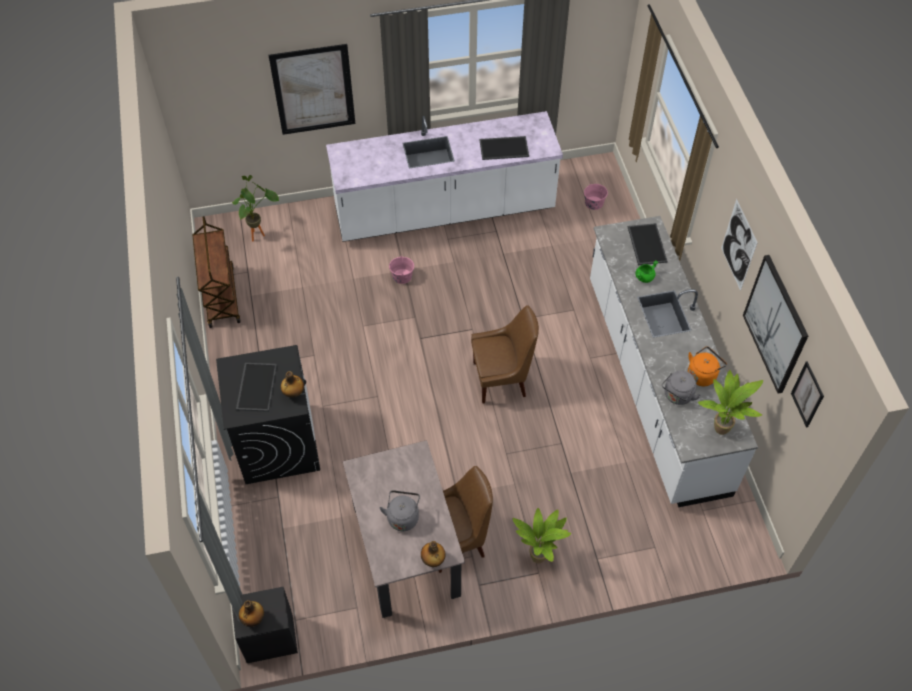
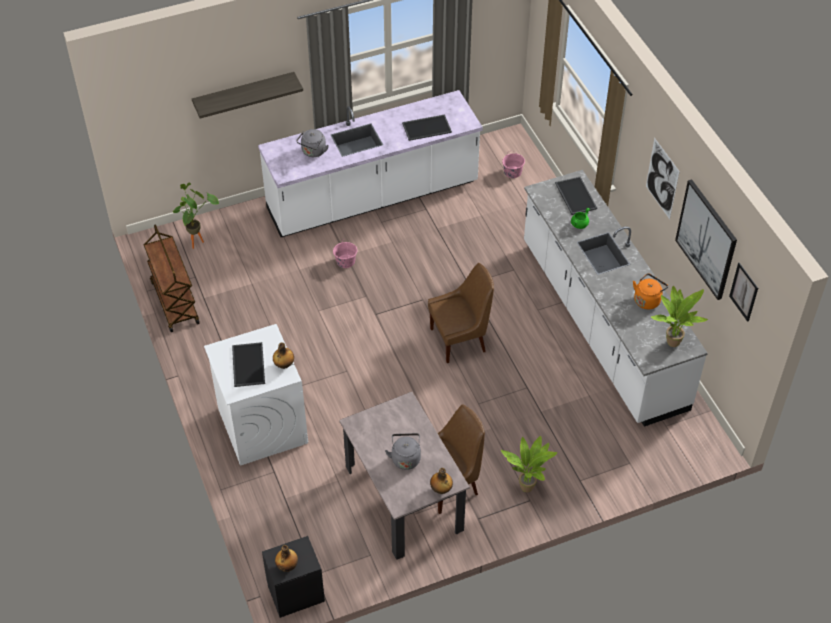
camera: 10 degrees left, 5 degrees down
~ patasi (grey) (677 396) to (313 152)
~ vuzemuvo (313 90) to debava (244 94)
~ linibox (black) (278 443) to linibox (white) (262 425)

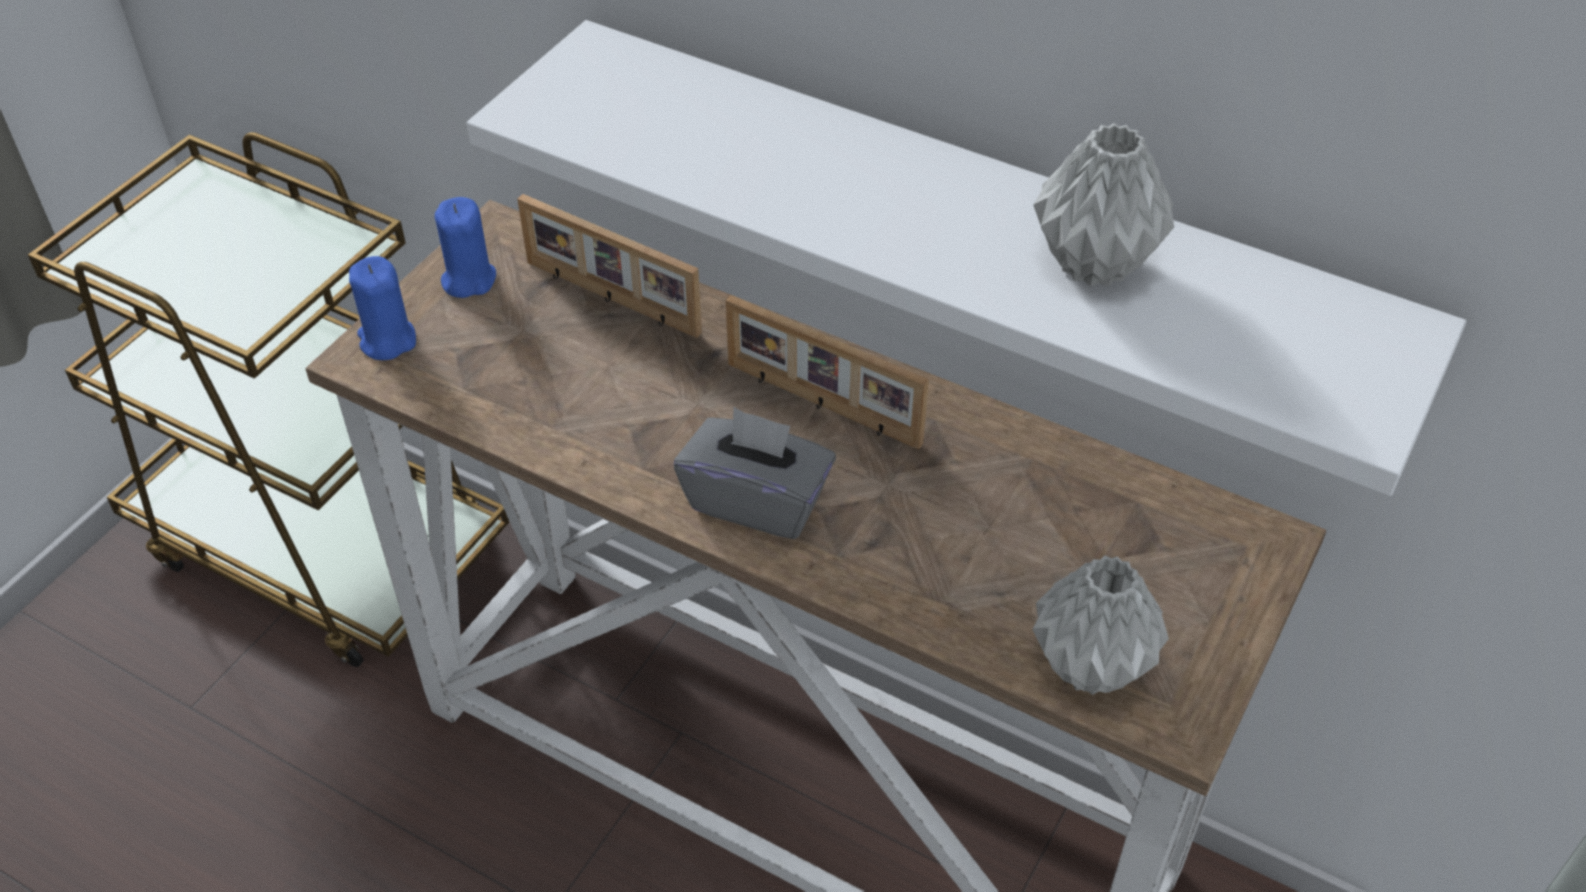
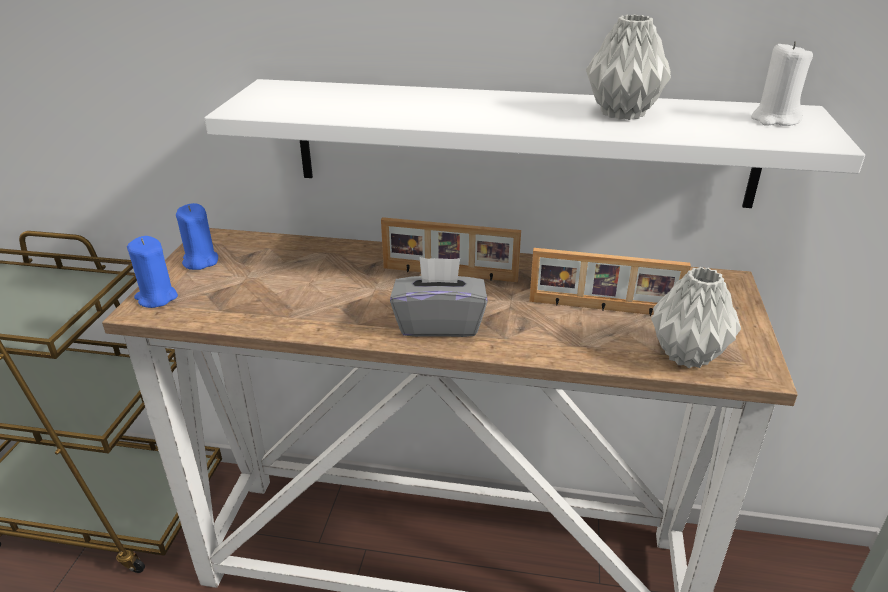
camera: 20 degrees left, 15 degrees down
+ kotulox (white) (774 119)
~ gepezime (610 299) to (603 309)

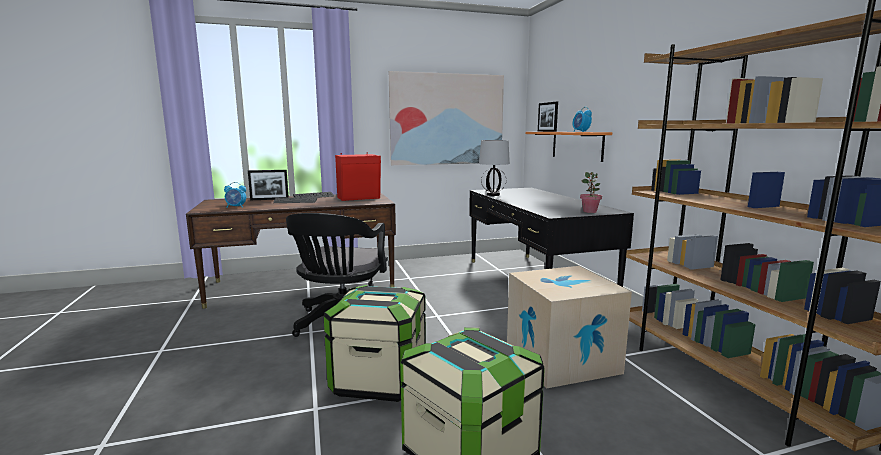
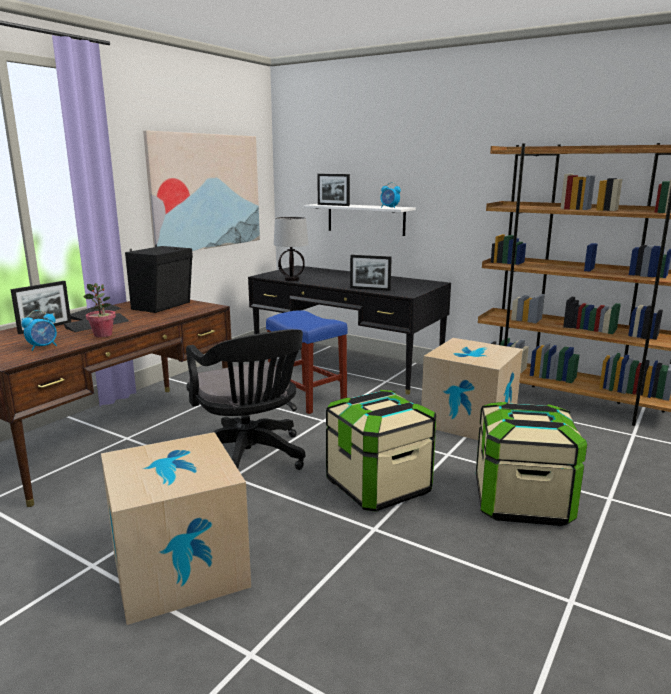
camera: 40 degrees left, 5 degrees up
+ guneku (179 568)
+ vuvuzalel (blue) (306 397)
+ gepezime (370 289)
~ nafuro (590 211) to (103 335)
~ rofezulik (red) (360 198) to rofezulik (black) (164 306)
~ debava (orange) (577 145) to debava (white) (365 219)

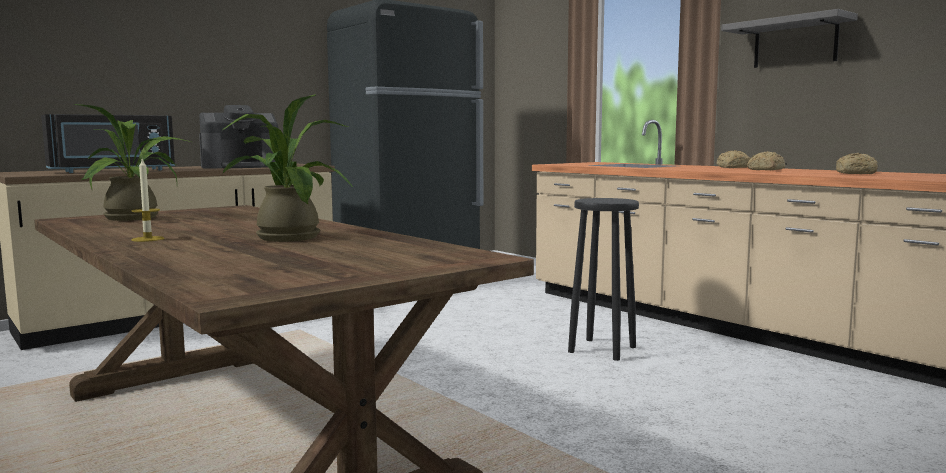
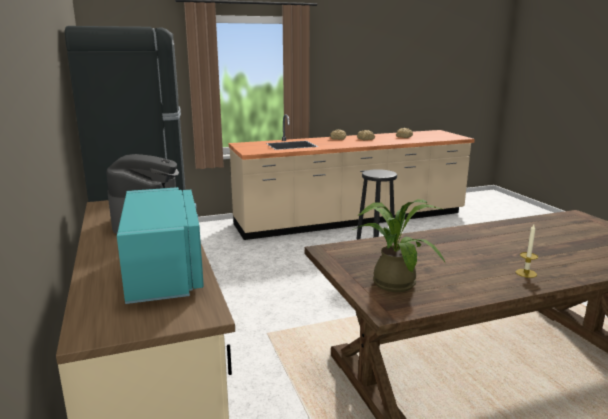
camera: 70 degrees left, 10 degrees up
- nafuro (286 236)
- debava (grey) (795 43)
~ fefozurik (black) (113 171) to fefozurik (turquoise) (166 272)

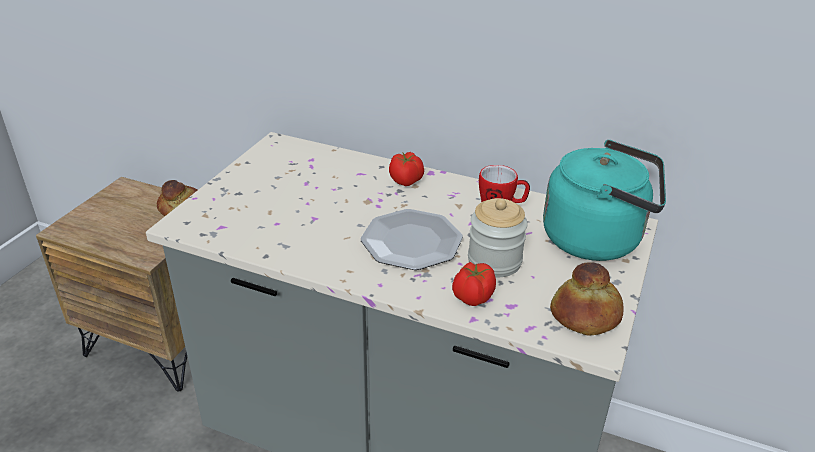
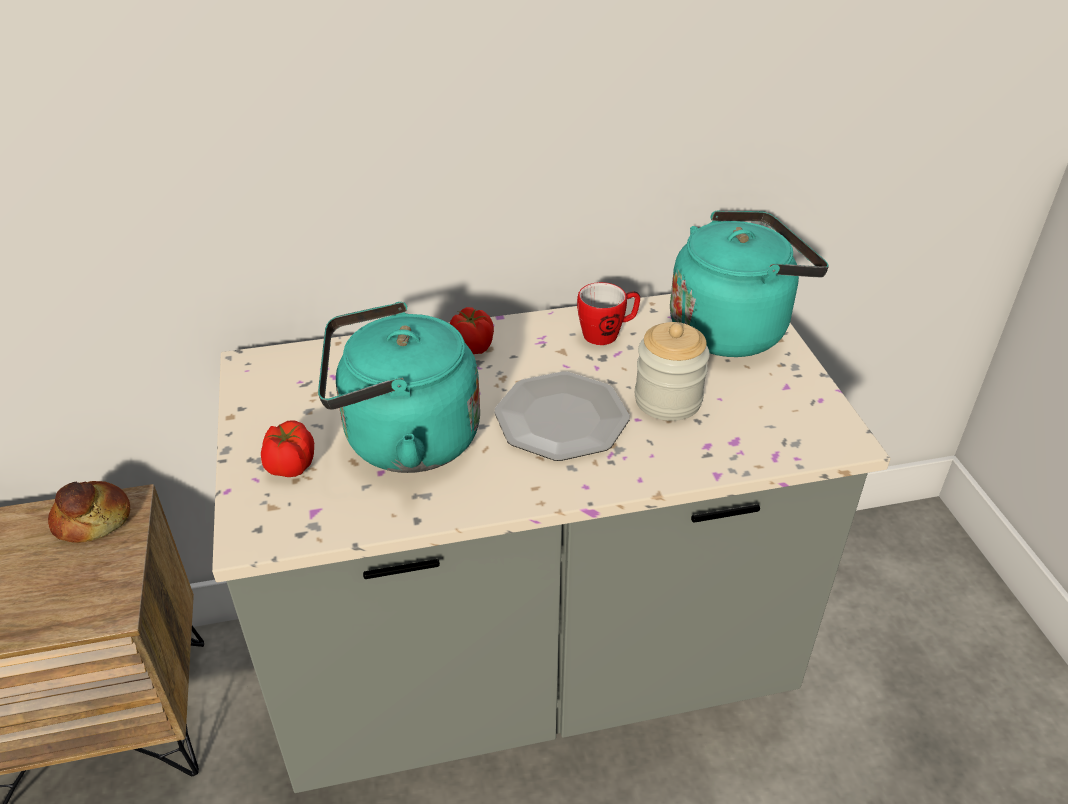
camera: 35 degrees left, 5 degrees up
- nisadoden (586 315)
+ patasi (turquoise) (403 440)
~ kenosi (472 297) to (290 466)

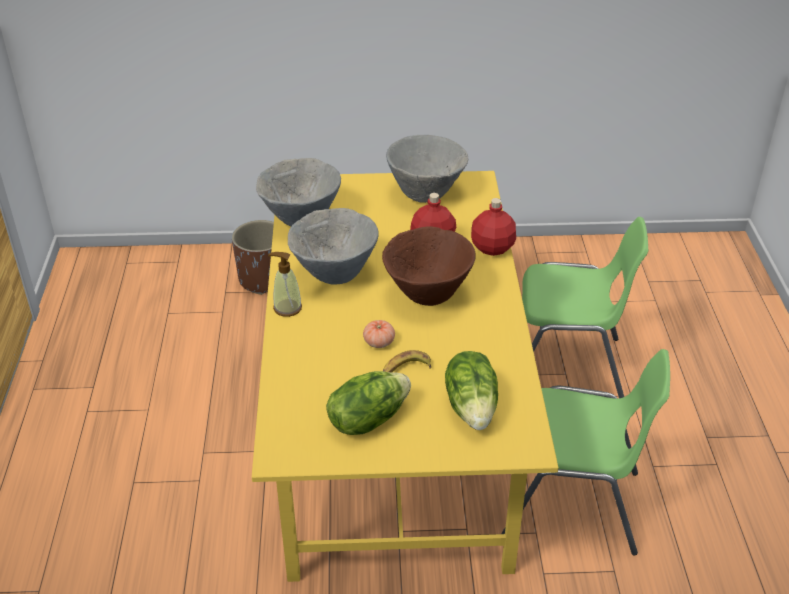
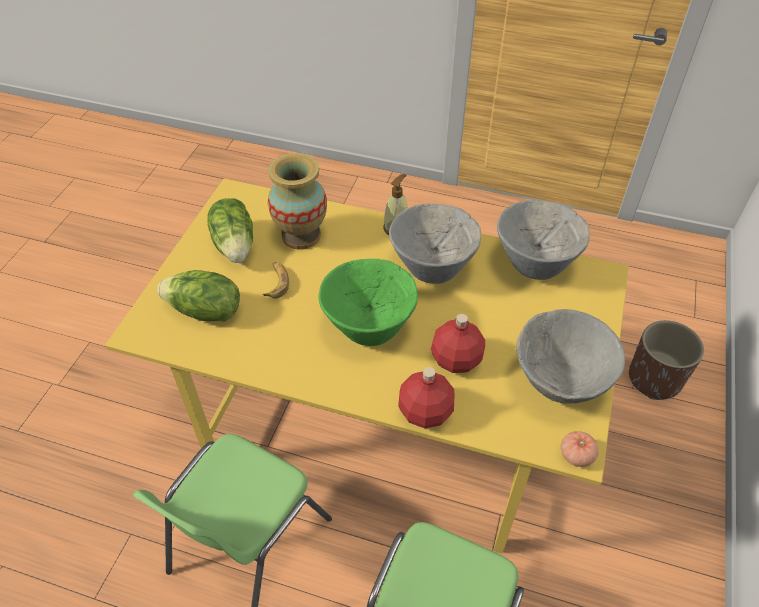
camera: 110 degrees right, 10 degrees up
+ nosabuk (301 235)
~ kenosi (379 342) to (576 455)
~ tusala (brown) (427 295) to tusala (green) (368 328)

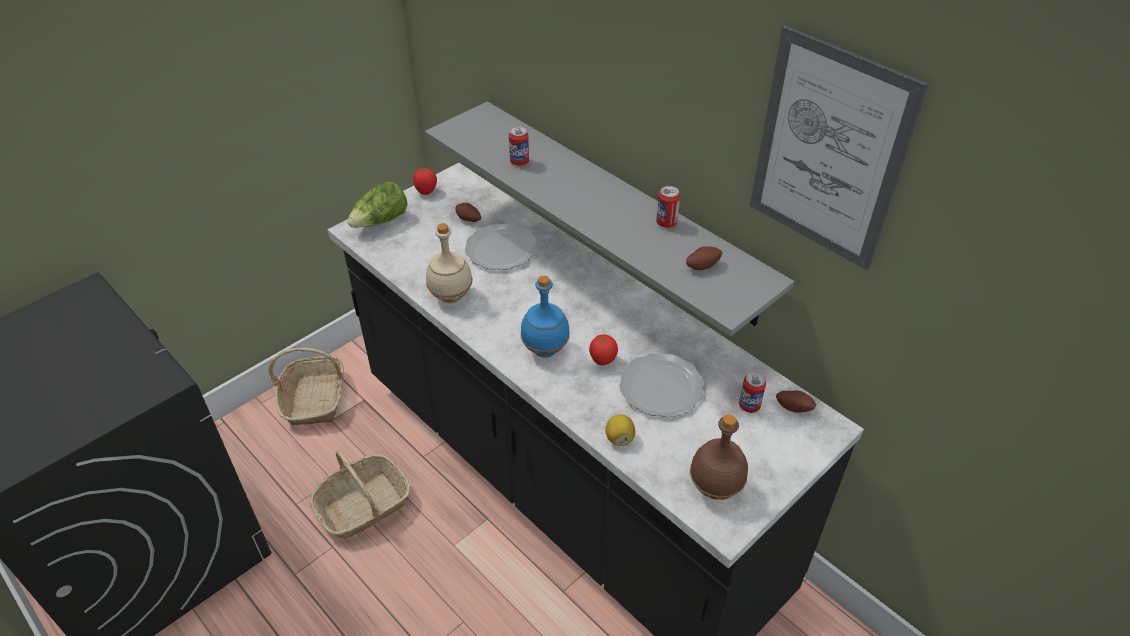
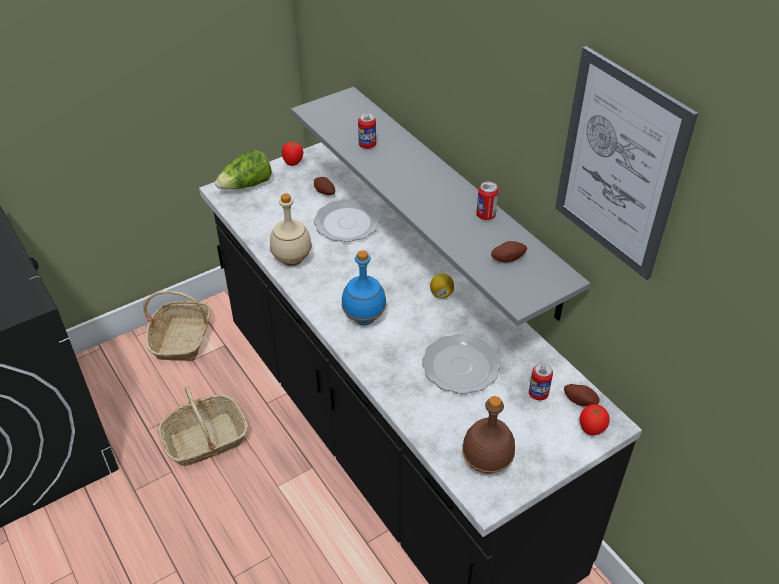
camera: 10 degrees right, 0 degrees up
~ kenosi (602 361) to (591 430)
~ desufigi (619 438) to (441 293)

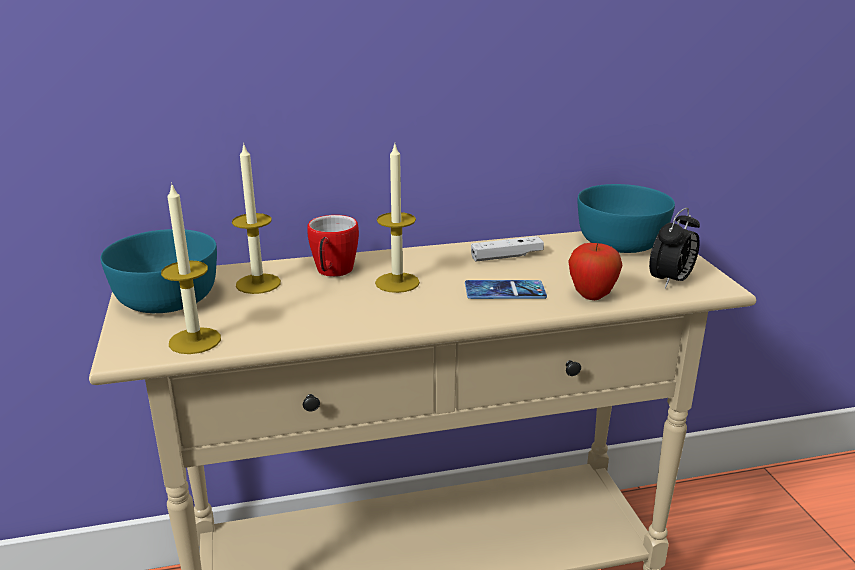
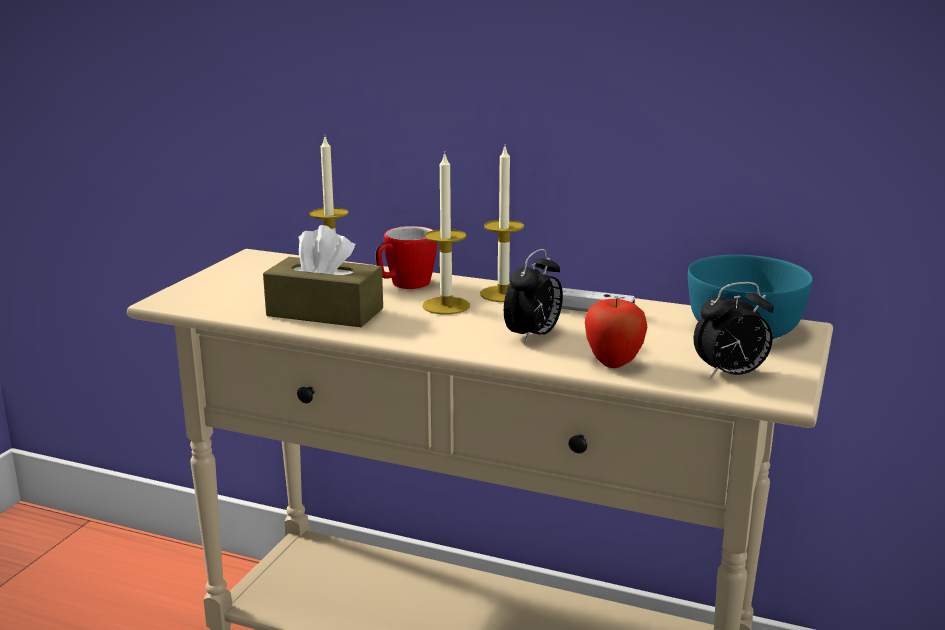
camera: 35 degrees right, 5 degrees down
- tusala (turquoise) (165 299)
+ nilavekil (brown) (325 312)
~ kotulox (195 341) to (503 294)
~ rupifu (505 291) to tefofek (533 337)

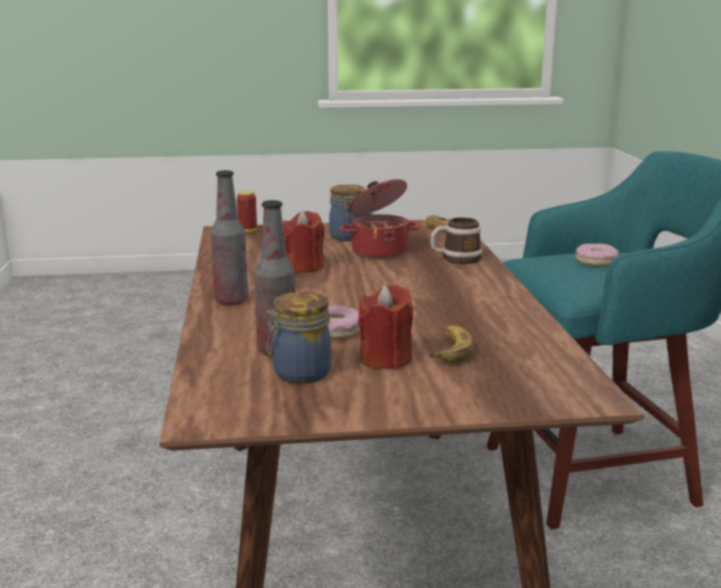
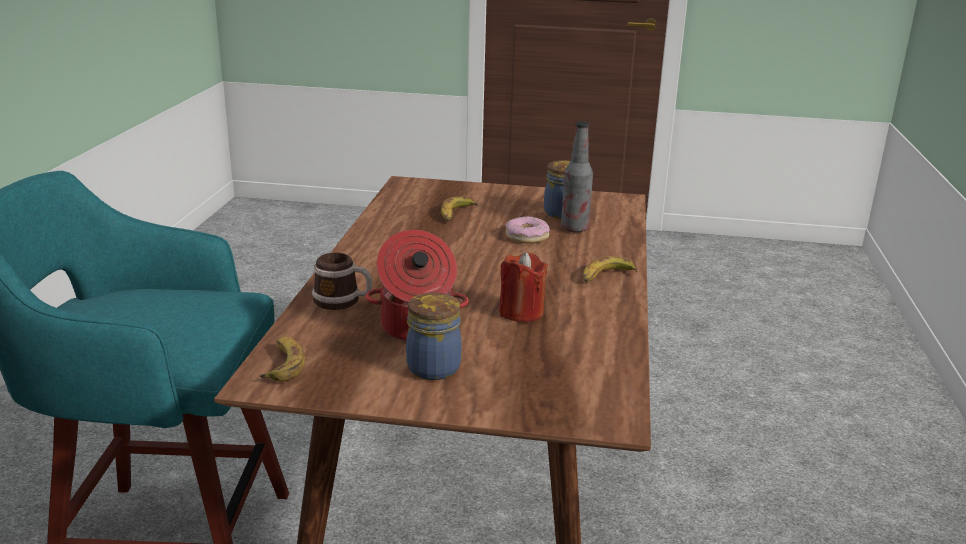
camera: 165 degrees left, 5 degrees up
- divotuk (247 231)
- kotulox (red) (385 359)
- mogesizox (595 261)
~ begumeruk (231 301) to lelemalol (606 276)

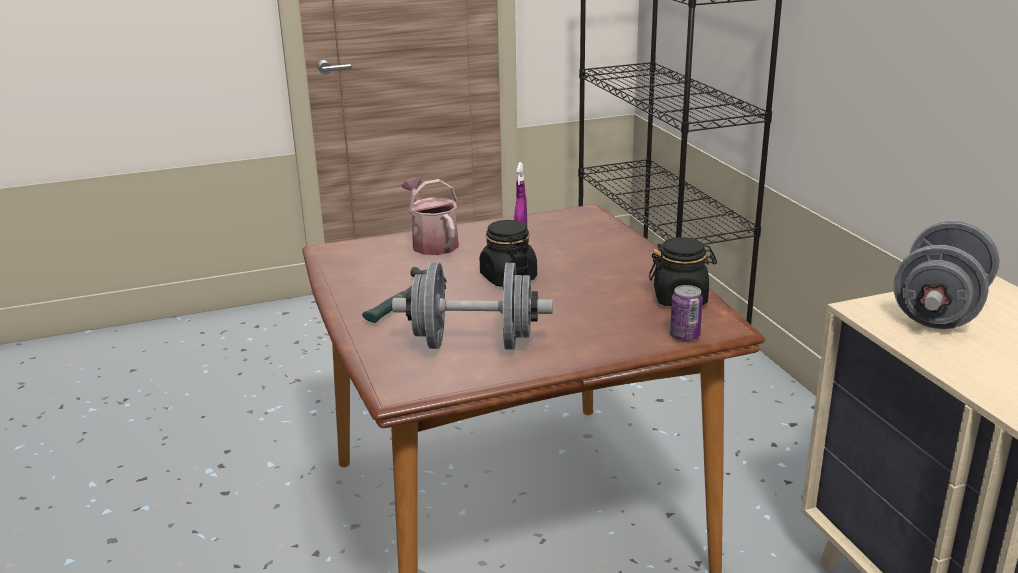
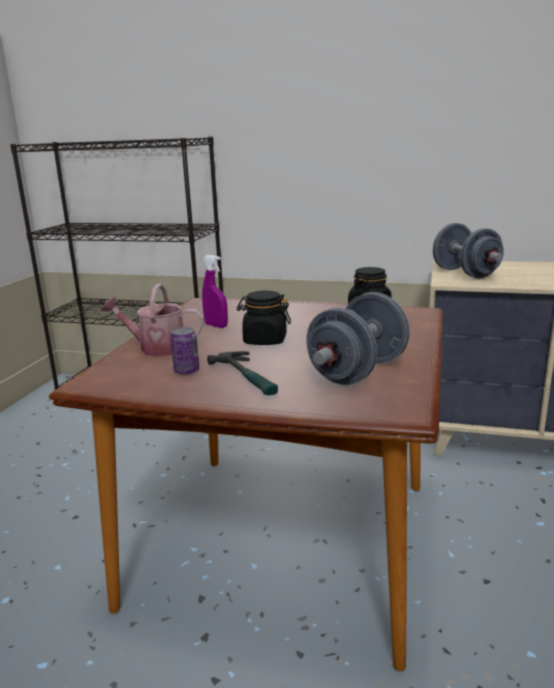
camera: 55 degrees left, 5 degrees down
~ divotuk (684 336) to (186 371)

